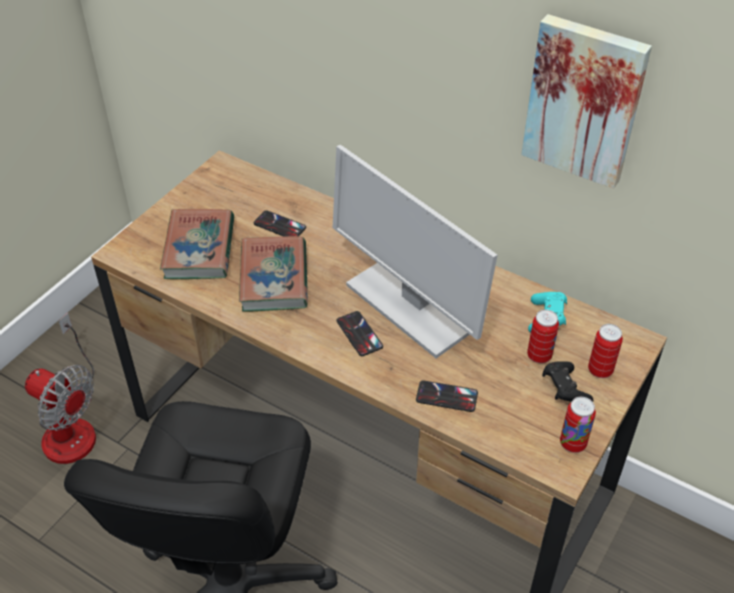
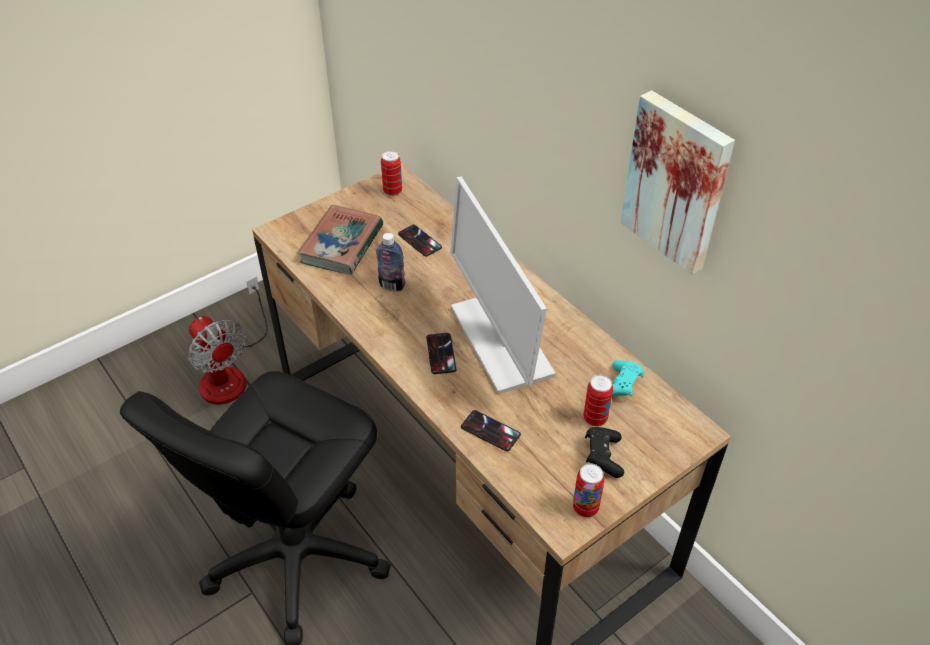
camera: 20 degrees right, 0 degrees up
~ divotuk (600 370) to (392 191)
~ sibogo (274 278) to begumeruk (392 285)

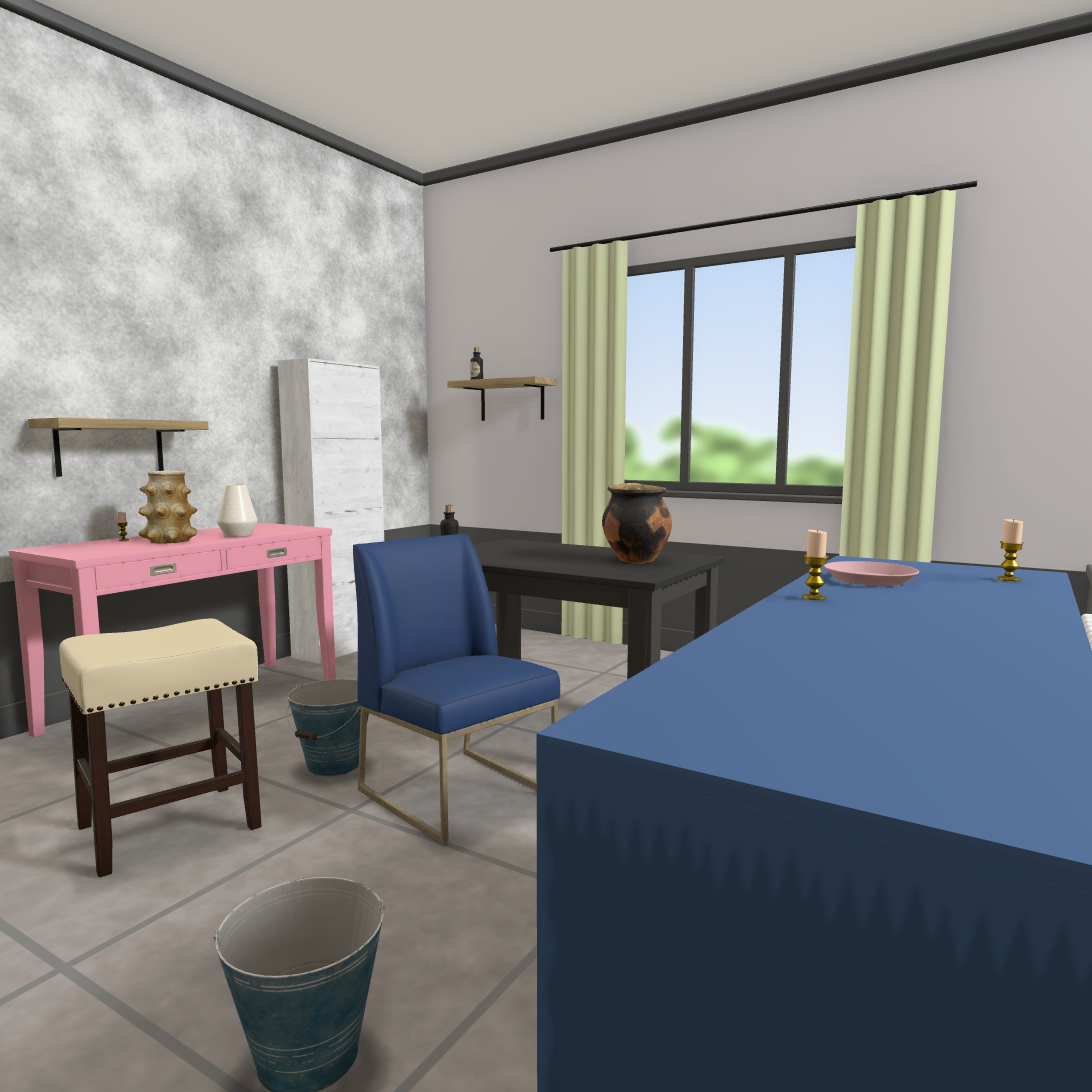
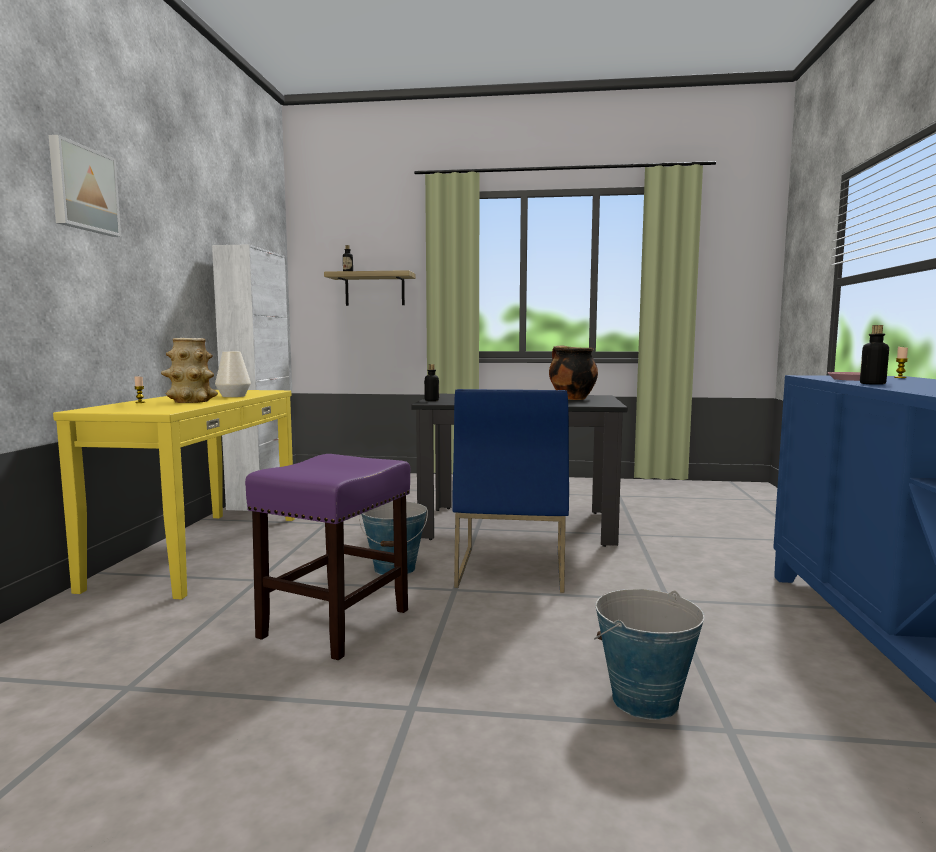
camera: 25 degrees left, 0 degrees up
- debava (110 447)
+ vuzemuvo (82 189)
~ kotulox (814 598) to begumeruk (872 384)
~ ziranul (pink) (198 704) to ziranul (yellow) (201 550)
~ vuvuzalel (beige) (171 826) to vuvuzalel (purple) (336 622)
~ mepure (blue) (459 793) = (510 568) 105 degrees counterclockwise

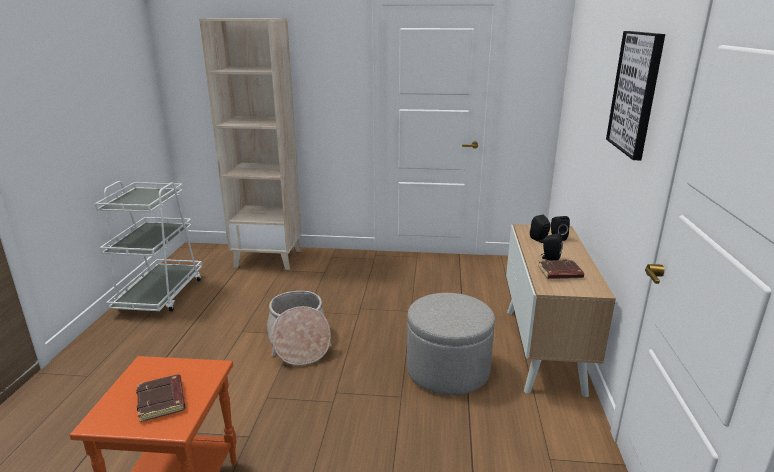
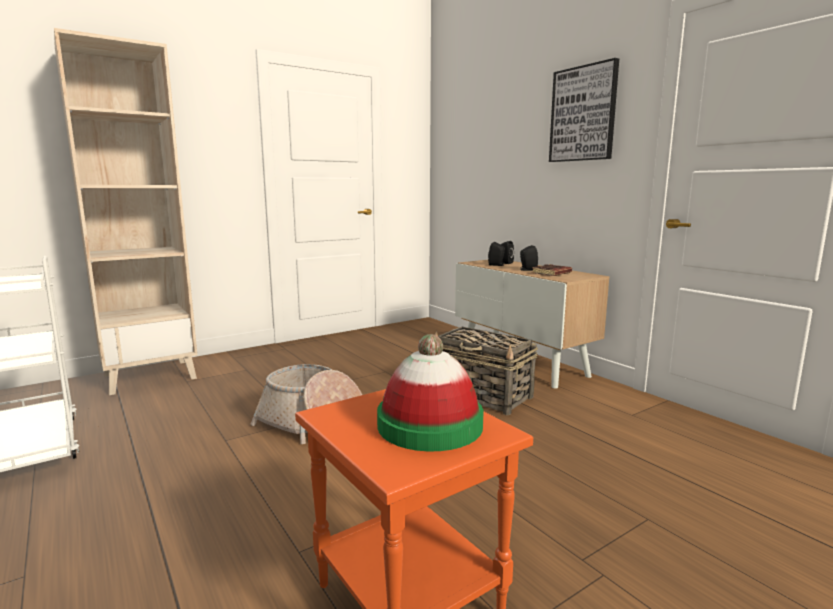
camera: 40 degrees left, 10 degrees down
~ sibogo (brown) (162 401) to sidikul (430 425)
~ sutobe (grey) (447 370) to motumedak (483 395)

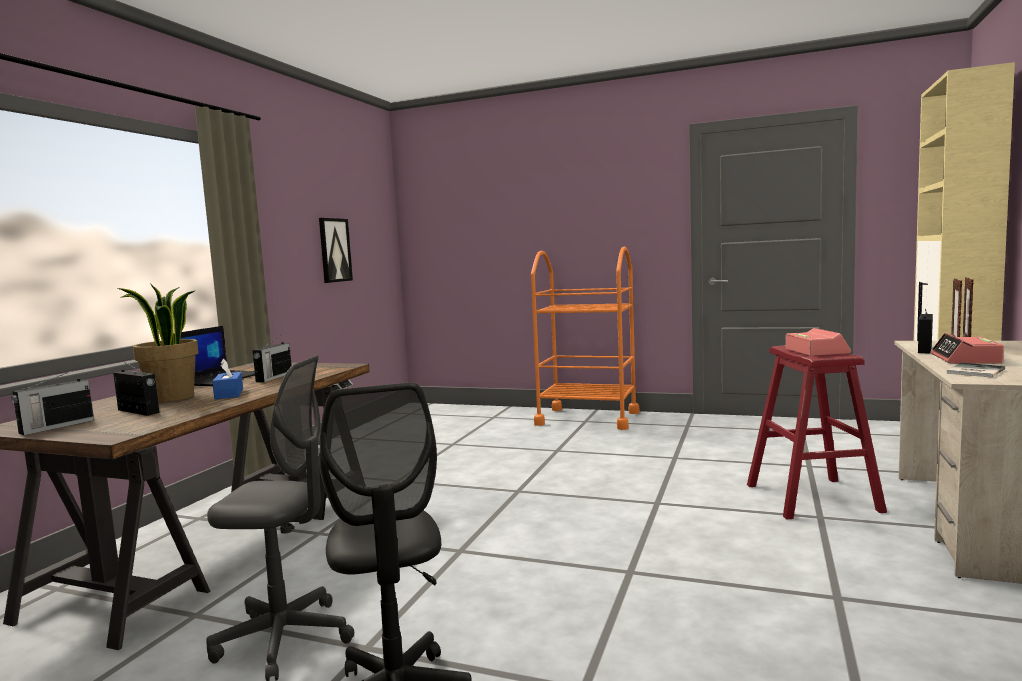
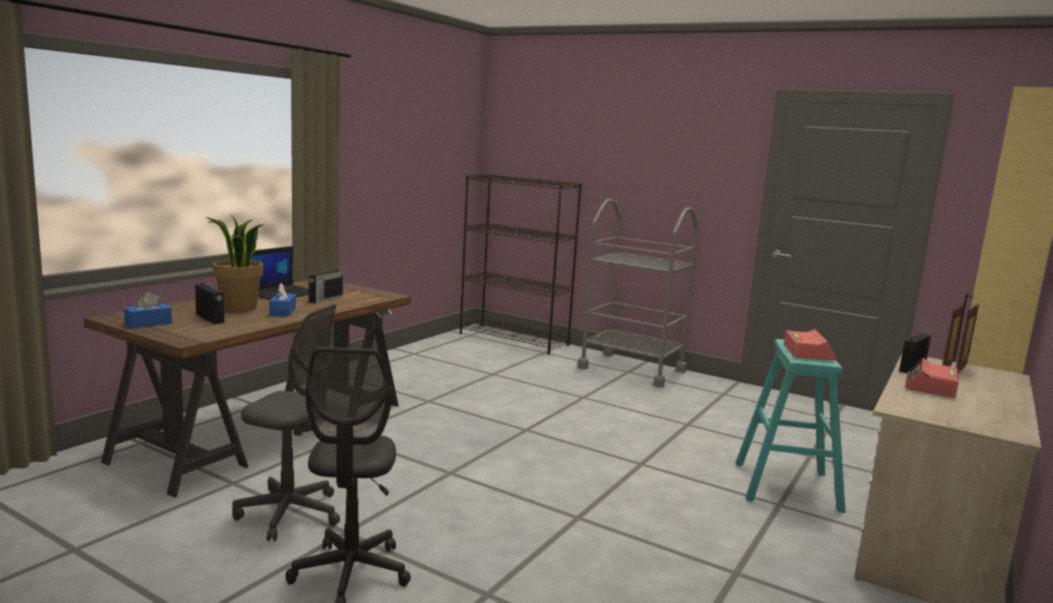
camera: 10 degrees right, 5 degrees up
- vuzemuvo (334 250)
- sibogo (973 371)
+ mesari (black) (514 339)
~ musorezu (56 427) to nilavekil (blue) (148 323)
~ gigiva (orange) (587 418) to gigiva (grey) (632 369)
~ vuvuzalel (red) (812 498) to vuvuzalel (turquoise) (786 486)

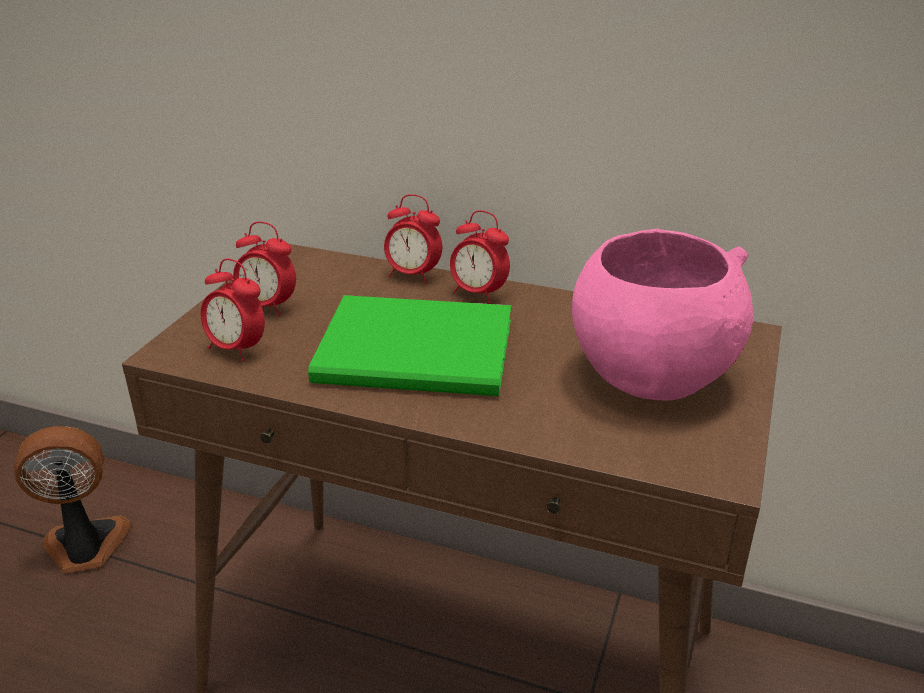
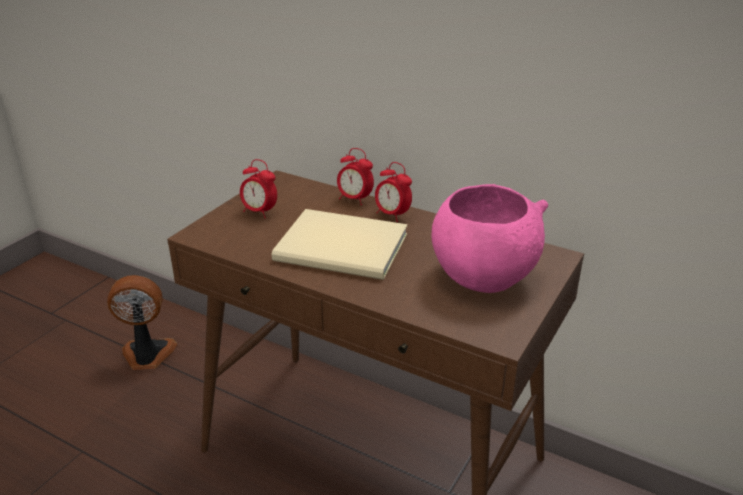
camera: 10 degrees right, 0 degrees up
- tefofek (237 349)
~ sibogo (green) (421 354) to sibogo (beige) (344 249)

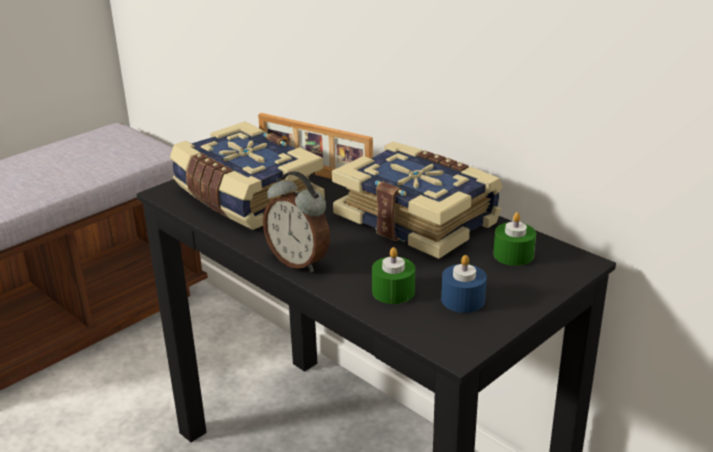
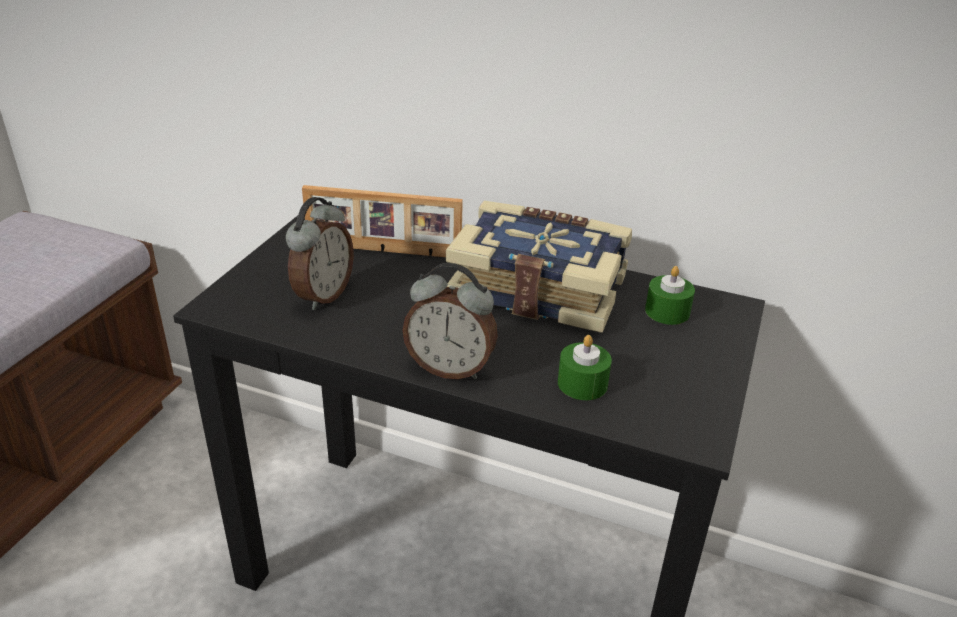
camera: 25 degrees left, 5 degrees up
- kotulox (blue) (463 300)
~ sibogo (245 197) to tefofek (322 295)

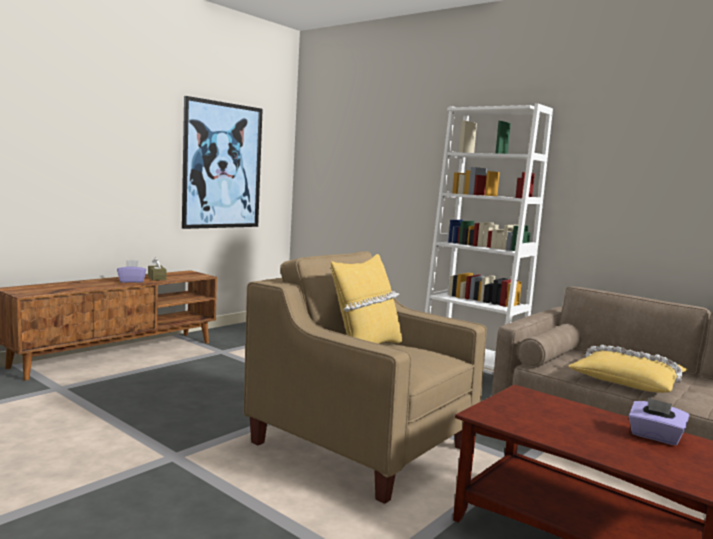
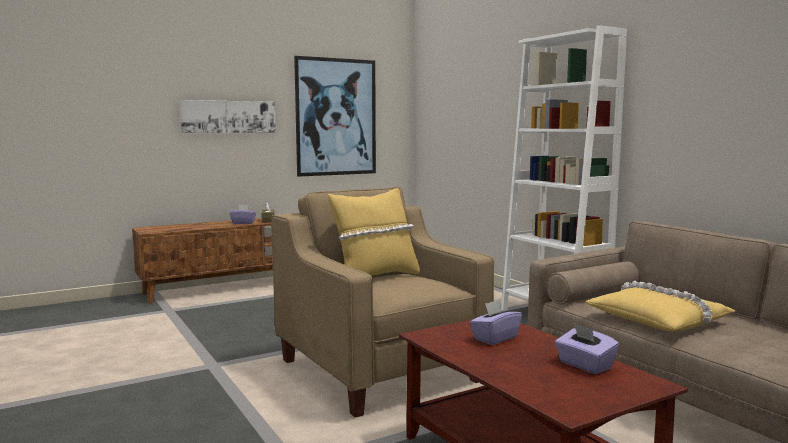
camera: 20 degrees right, 0 degrees up
+ vuzemuvo (228 116)
+ nilavekil (purple) (495 338)

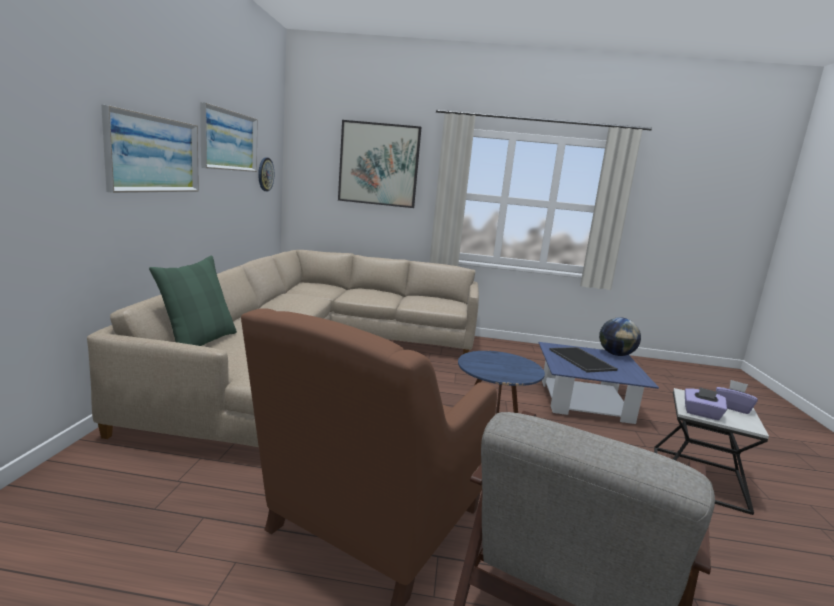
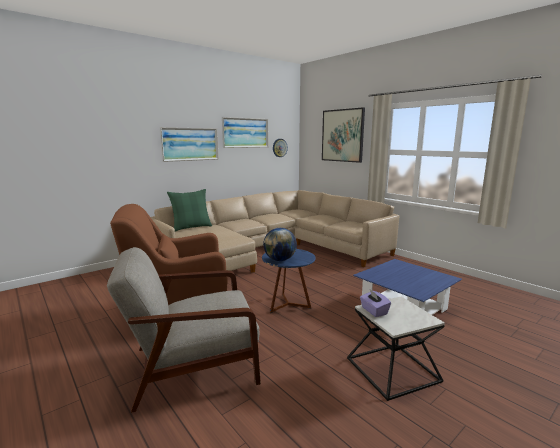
camera: 45 degrees right, 0 degrees up
- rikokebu (583 360)
- nilavekil (purple) (732 407)
~ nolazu (616 354) to (280 260)

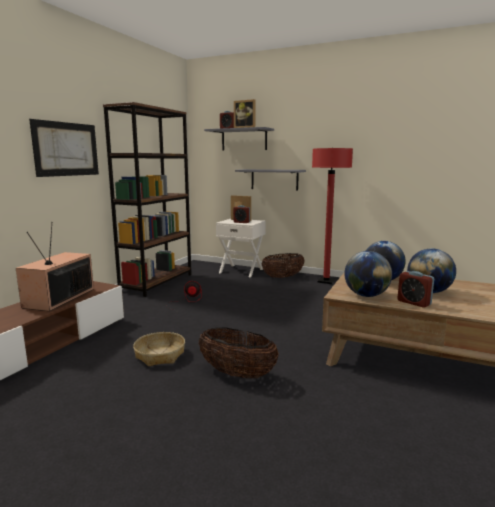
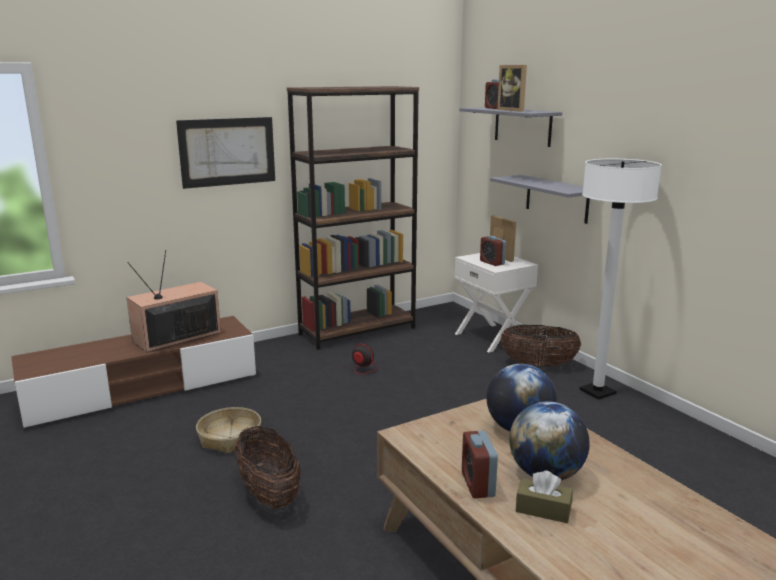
camera: 35 degrees right, 5 degrees up
- nolazu (366 295)
+ nilavekil (brown) (543 509)
~ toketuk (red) (326 281) to toketuk (white) (597 392)

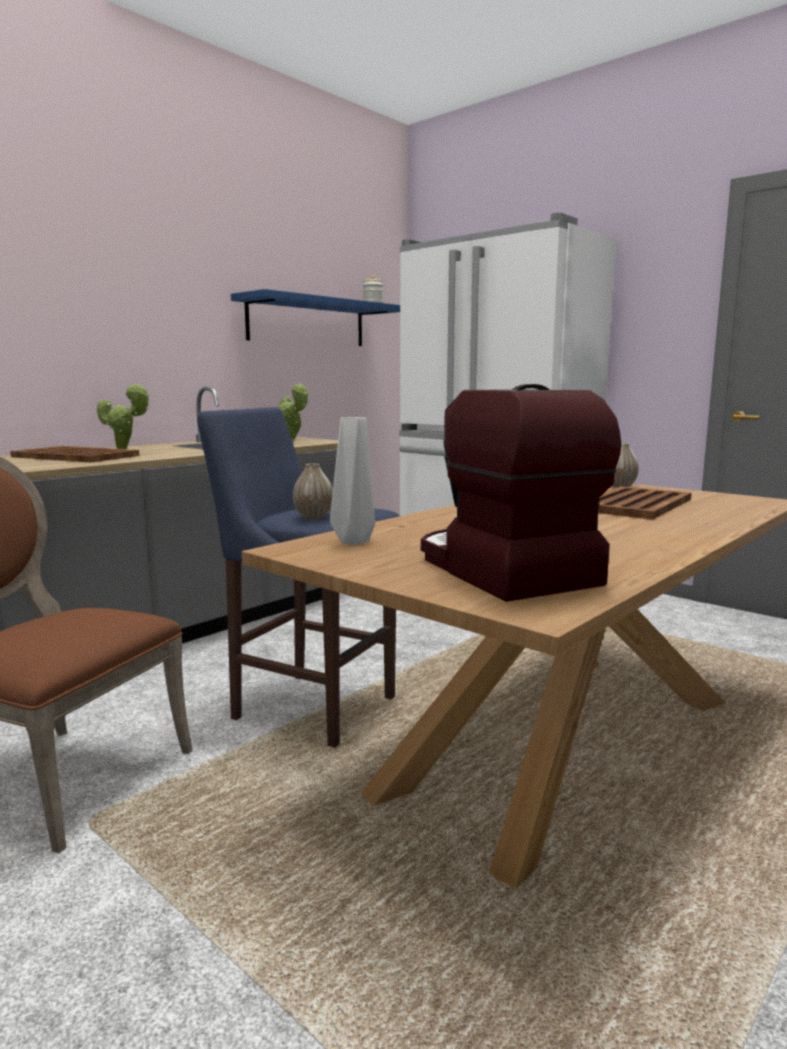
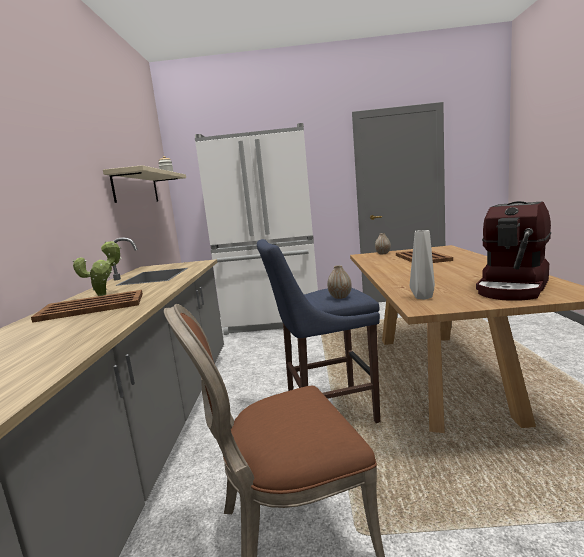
camera: 40 degrees left, 0 degrees up
- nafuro (292 440)
~ debava (blue) (307 322) to debava (beige) (136 188)
~ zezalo (501 570) = (514 288) 75 degrees counterclockwise

